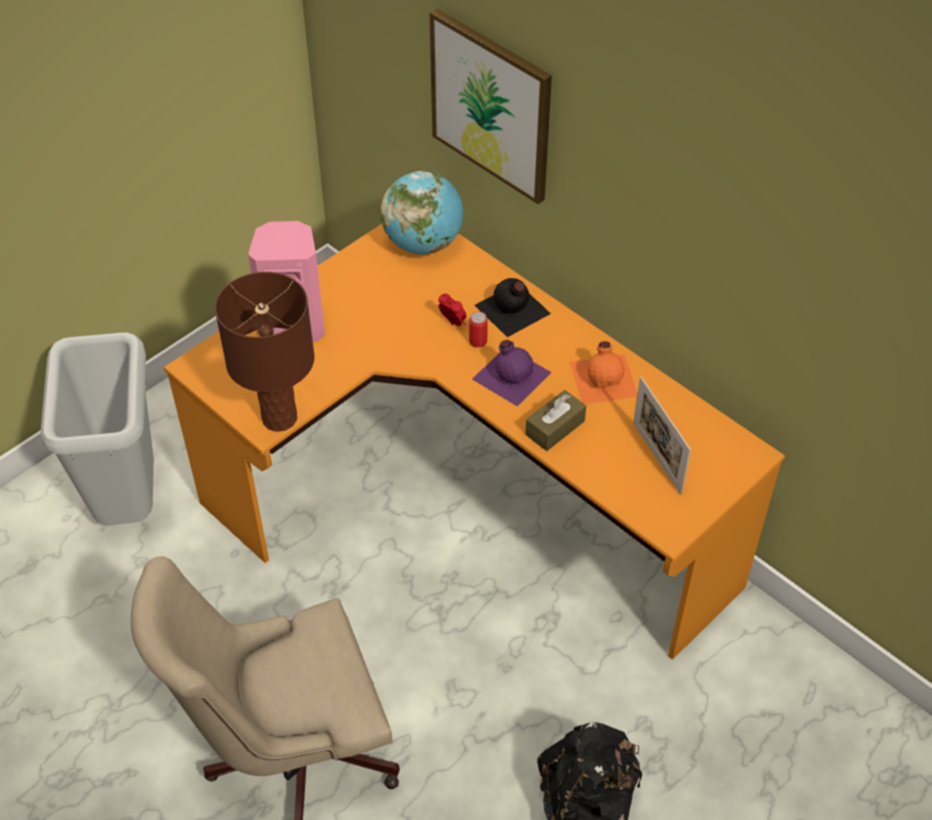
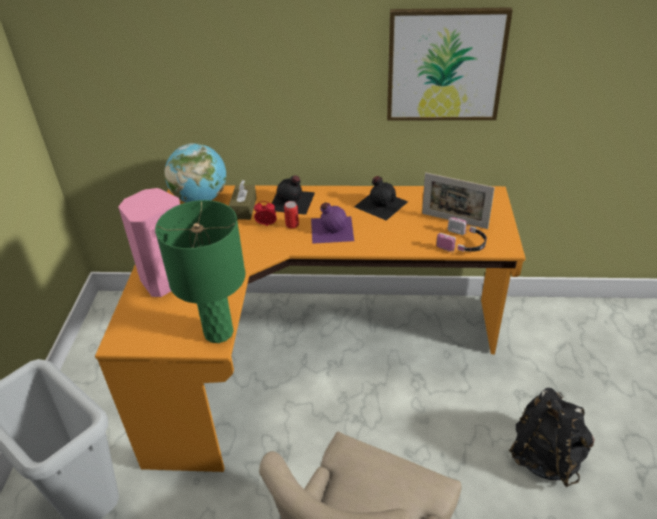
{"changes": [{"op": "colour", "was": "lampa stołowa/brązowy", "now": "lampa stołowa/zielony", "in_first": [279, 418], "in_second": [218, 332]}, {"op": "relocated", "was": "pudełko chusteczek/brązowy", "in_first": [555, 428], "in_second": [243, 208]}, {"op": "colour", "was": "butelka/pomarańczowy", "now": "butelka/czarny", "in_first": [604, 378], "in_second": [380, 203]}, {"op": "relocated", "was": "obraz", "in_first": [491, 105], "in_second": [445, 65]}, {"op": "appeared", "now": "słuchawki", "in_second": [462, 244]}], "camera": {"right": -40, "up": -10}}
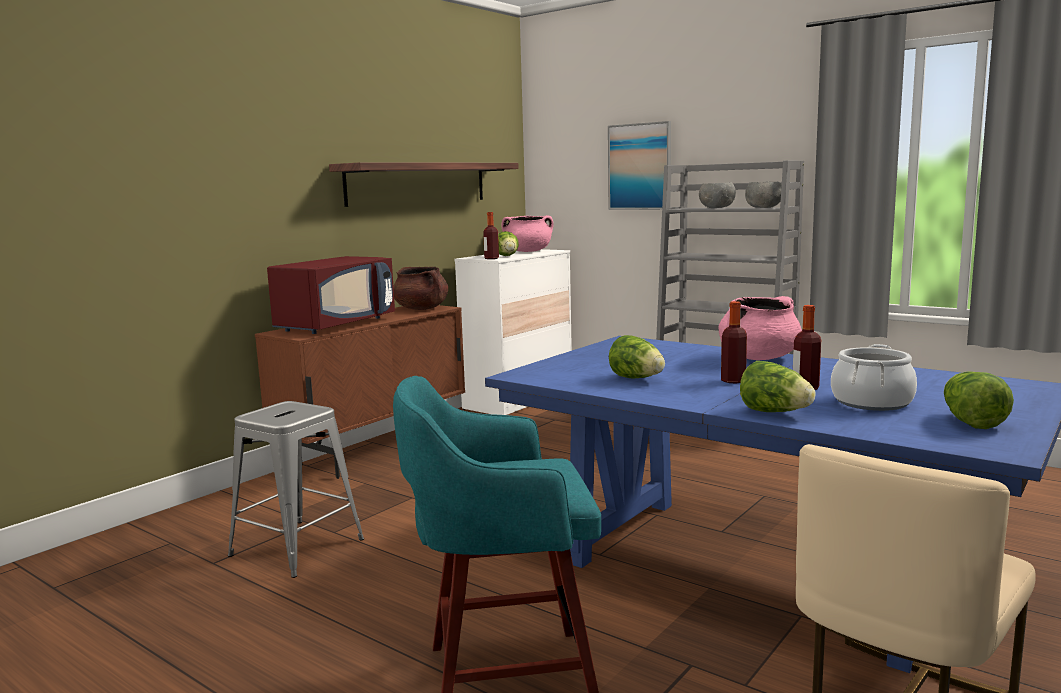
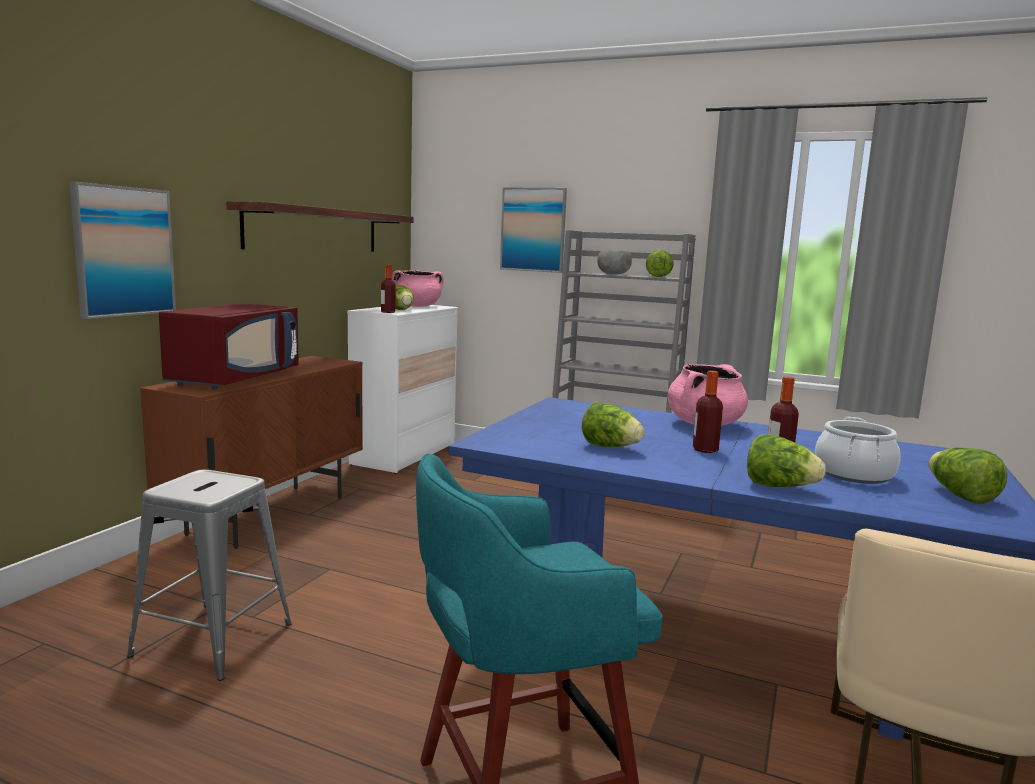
{"changes": [{"op": "appeared", "now": "obraz", "in_second": [124, 251]}, {"op": "exchanged", "was": "miska/szary", "now": "sałata", "in_first": [763, 208], "in_second": [658, 276]}, {"op": "missing", "was": "garnek/brązowy", "in_first": [421, 309]}], "camera": {"right": -15, "up": 0}}
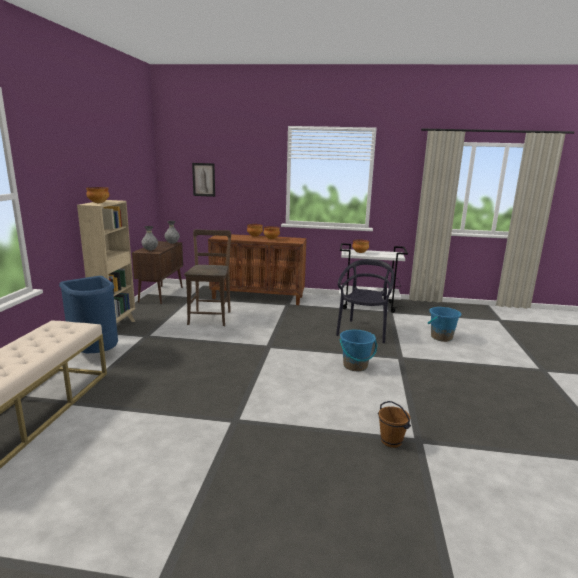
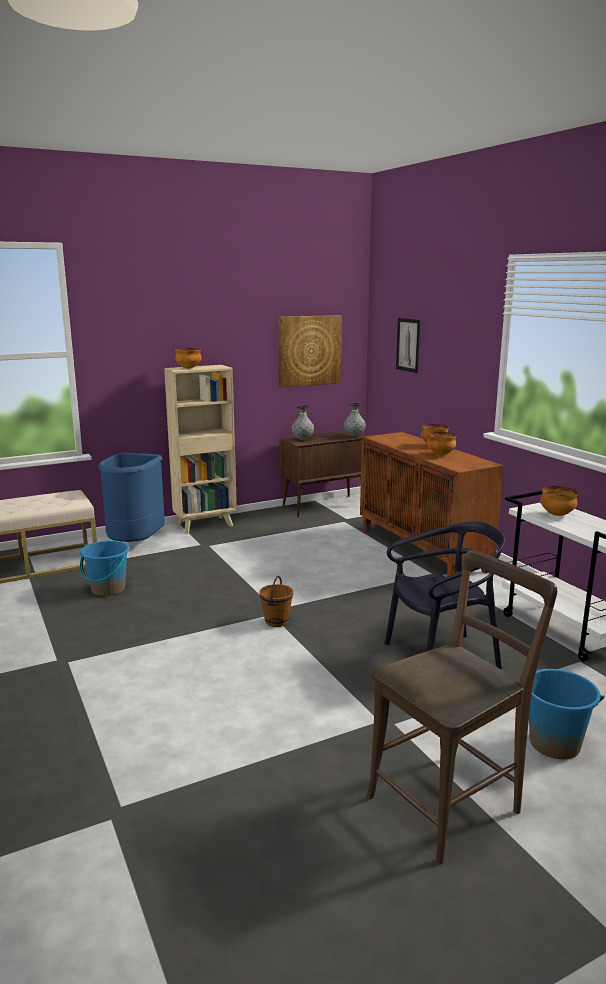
{"changes": [{"op": "relocated", "was": "wiadro/niebieski", "in_first": [355, 366], "in_second": [108, 589]}, {"op": "relocated", "was": "wiadro/brązowy", "in_first": [391, 441], "in_second": [277, 622]}, {"op": "appeared", "now": "obraz", "in_second": [309, 350]}, {"op": "relocated", "was": "krzesło/brązowy", "in_first": [210, 317], "in_second": [450, 801]}], "camera": {"right": 55, "up": 0}}
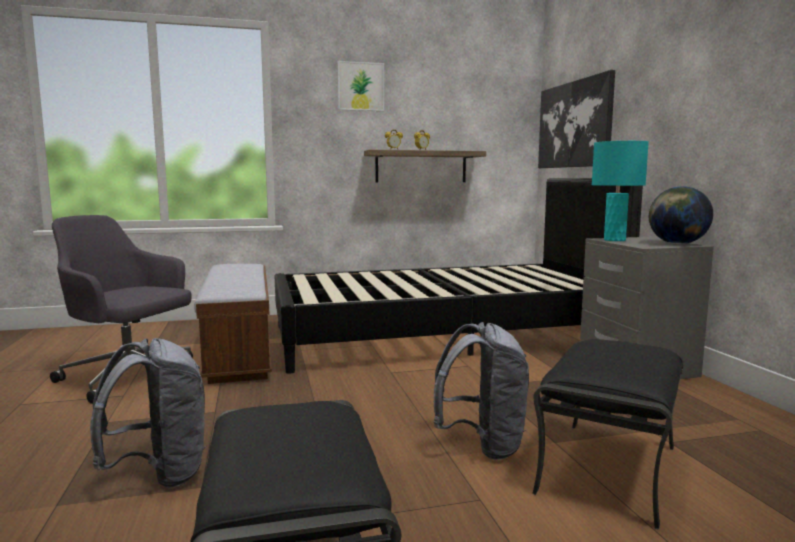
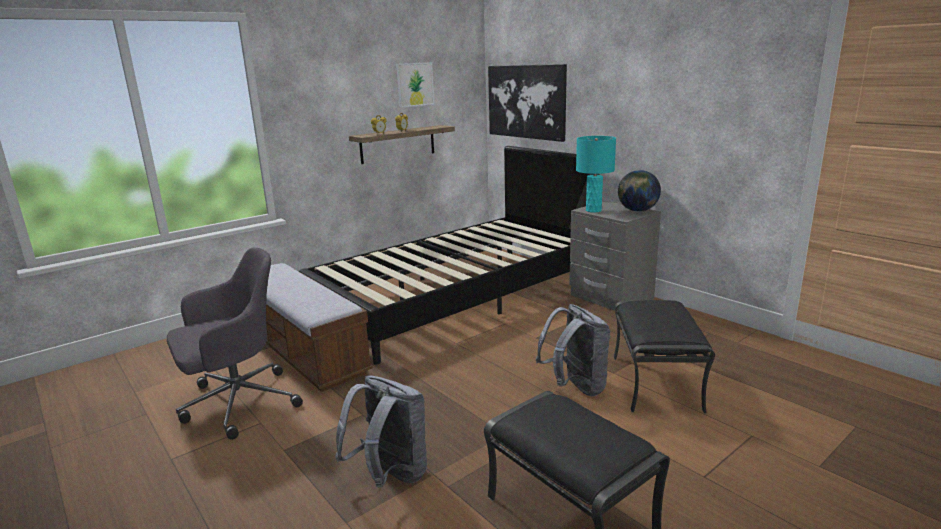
{"changes": [{"op": "spun", "was": "krzesło biurowe/szary", "in_first": [130, 376], "in_second": [237, 403], "clockwise": 150}, {"op": "relocated", "was": "obraz", "in_first": [360, 86], "in_second": [415, 84]}], "camera": {"right": -25, "up": 10}}
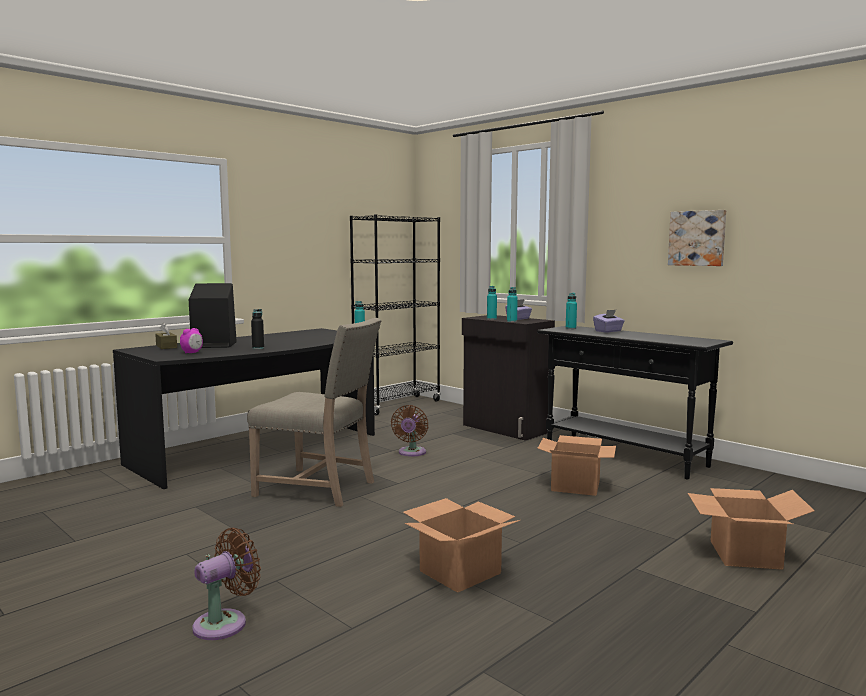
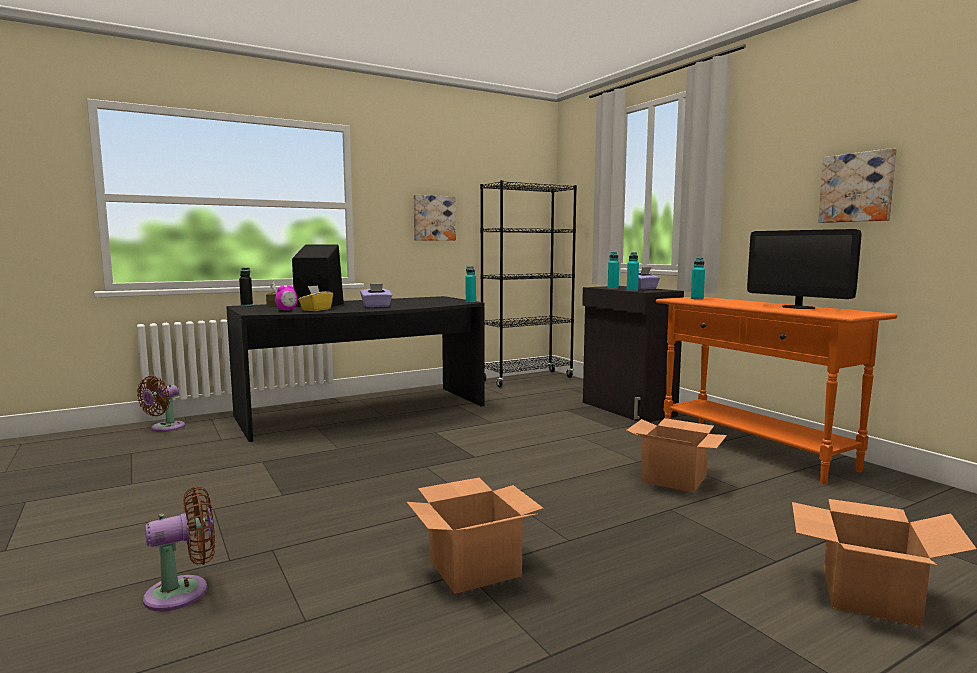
{"changes": [{"op": "relocated", "was": "wentylator/brązowy", "in_first": [411, 453], "in_second": [164, 428]}, {"op": "relocated", "was": "butelka/czarny", "in_first": [258, 348], "in_second": [246, 305]}, {"op": "appeared", "now": "pudełko chusteczek/żółty", "in_second": [316, 310]}, {"op": "relocated", "was": "pudełko chusteczek/fioletowy", "in_first": [608, 331], "in_second": [376, 306]}, {"op": "appeared", "now": "obraz", "in_second": [433, 218]}, {"op": "colour", "was": "stolik konsolowy/czarny", "now": "stolik konsolowy/pomarańczowy", "in_first": [624, 455], "in_second": [753, 449]}, {"op": "appeared", "now": "monitor", "in_second": [798, 307]}, {"op": "missing", "was": "krzesło/beżowy", "in_first": [319, 488]}], "camera": {"right": 15, "up": 0}}
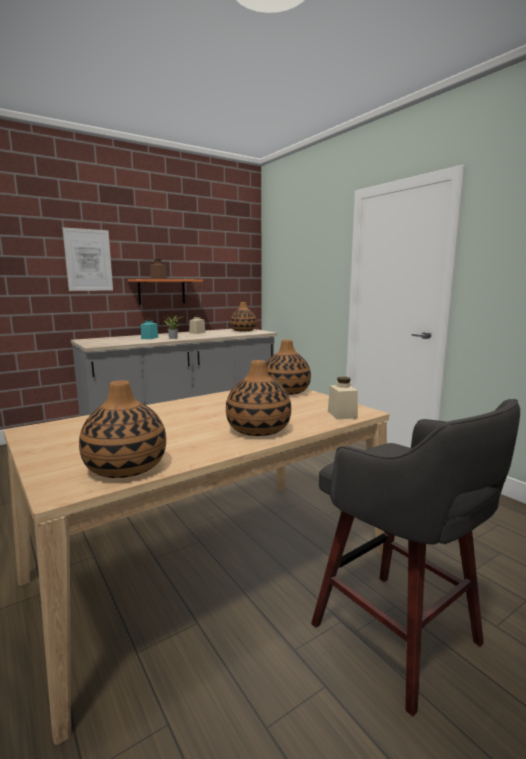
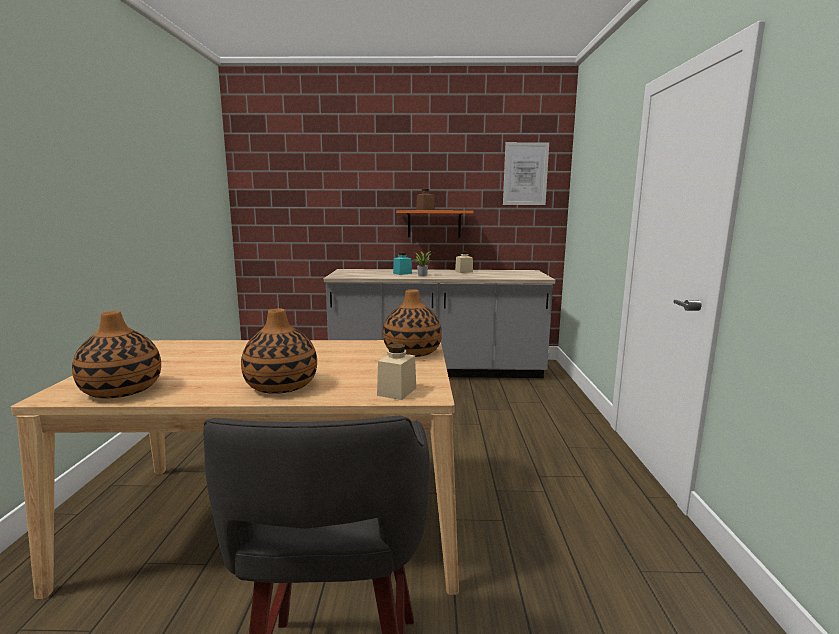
{"changes": [{"op": "relocated", "was": "obraz", "in_first": [88, 260], "in_second": [525, 174]}, {"op": "missing", "was": "wazon", "in_first": [243, 331]}], "camera": {"right": 35, "up": 0}}
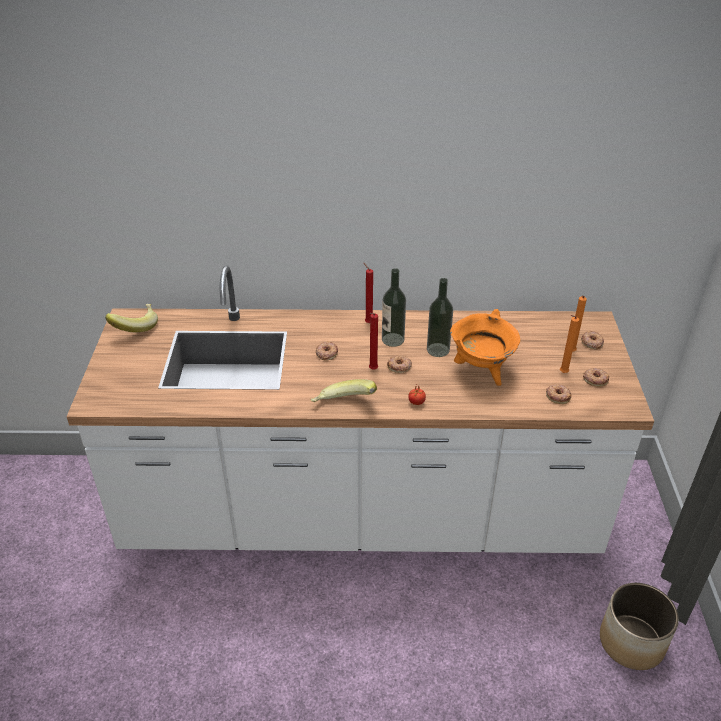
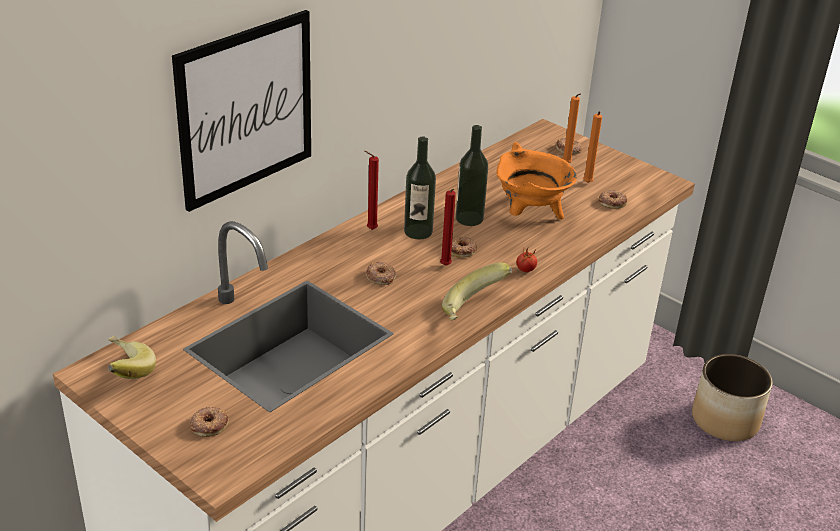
{"changes": [{"op": "appeared", "now": "obraz", "in_second": [246, 109]}, {"op": "relocated", "was": "donut", "in_first": [595, 379], "in_second": [209, 425]}], "camera": {"right": -50, "up": -5}}
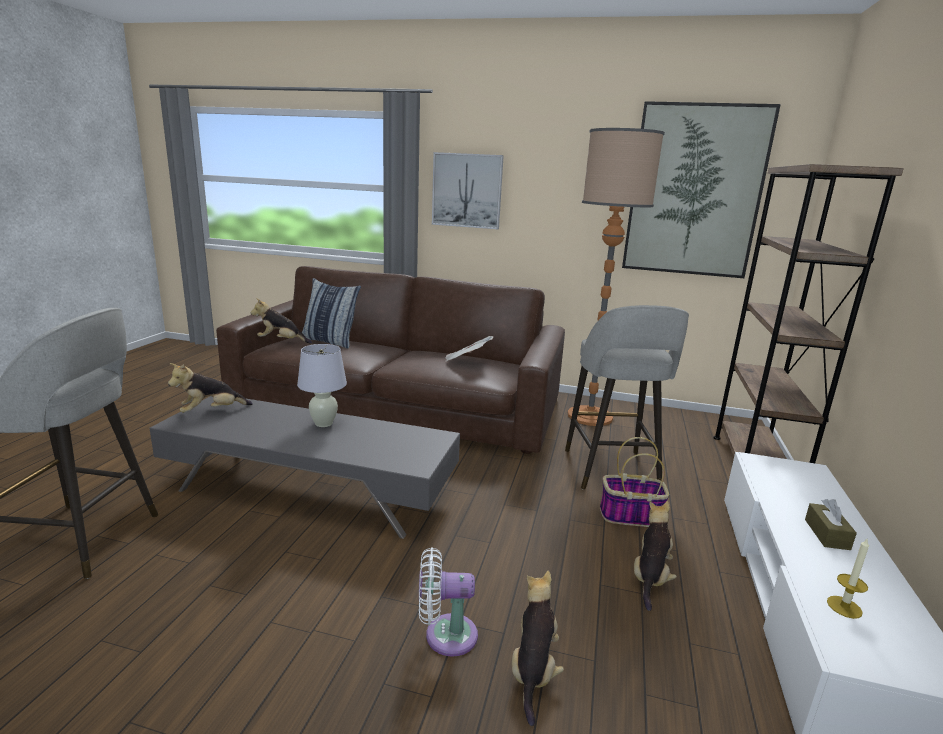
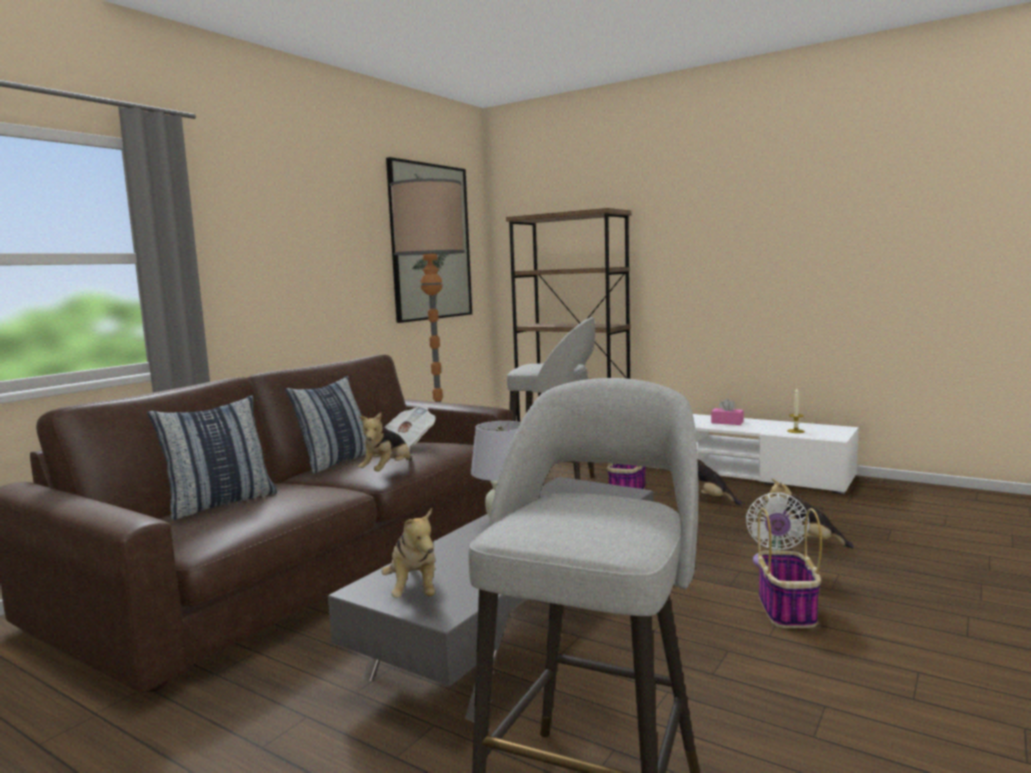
{"changes": [{"op": "appeared", "now": "poduszka", "in_second": [336, 461]}, {"op": "relocated", "was": "pluszak", "in_first": [281, 341], "in_second": [388, 471]}, {"op": "colour", "was": "pudełko chusteczek/brązowy", "now": "pudełko chusteczek/różowy", "in_first": [827, 534], "in_second": [727, 422]}, {"op": "appeared", "now": "koszyk", "in_second": [787, 610]}, {"op": "missing", "was": "obraz", "in_first": [467, 190]}], "camera": {"right": -70, "up": -10}}
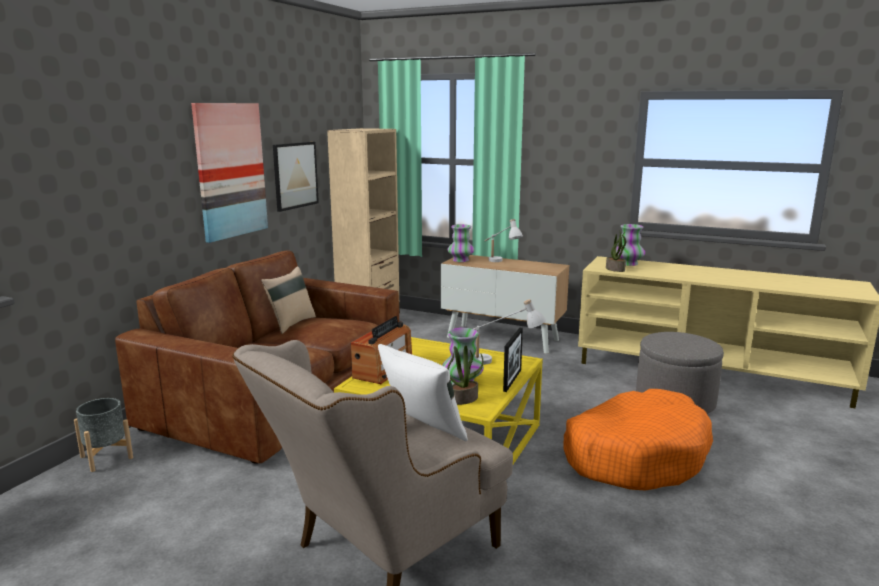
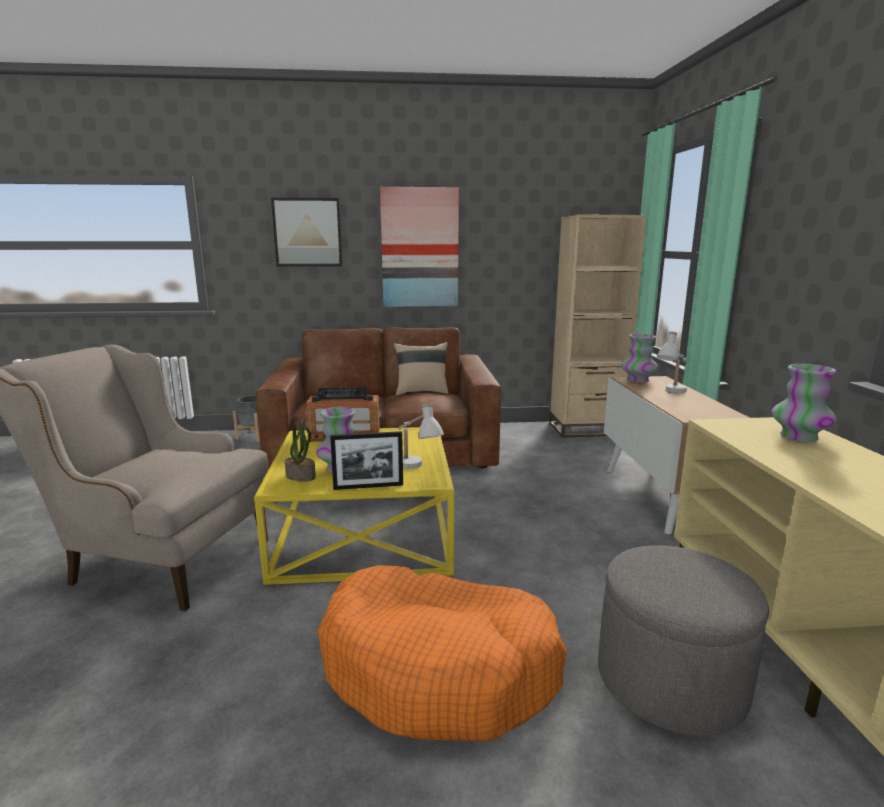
{"changes": [{"op": "relocated", "was": "obraz", "in_first": [295, 175], "in_second": [307, 232]}, {"op": "missing", "was": "poduszka/biały", "in_first": [422, 431]}, {"op": "missing", "was": "roślina doniczkowa", "in_first": [615, 269]}], "camera": {"right": 60, "up": 0}}
